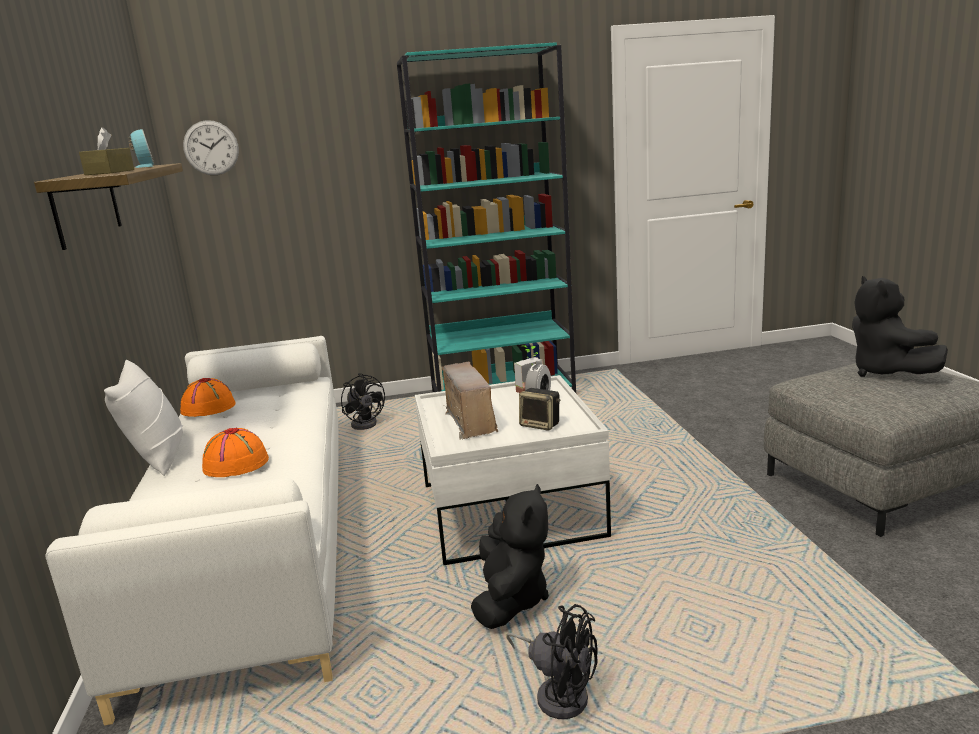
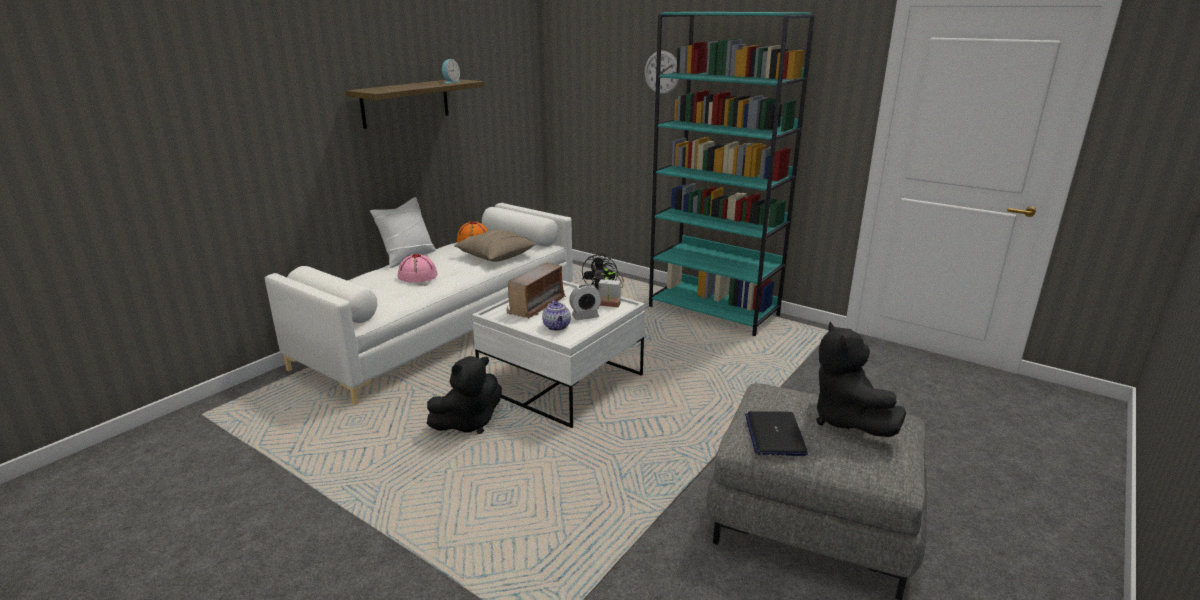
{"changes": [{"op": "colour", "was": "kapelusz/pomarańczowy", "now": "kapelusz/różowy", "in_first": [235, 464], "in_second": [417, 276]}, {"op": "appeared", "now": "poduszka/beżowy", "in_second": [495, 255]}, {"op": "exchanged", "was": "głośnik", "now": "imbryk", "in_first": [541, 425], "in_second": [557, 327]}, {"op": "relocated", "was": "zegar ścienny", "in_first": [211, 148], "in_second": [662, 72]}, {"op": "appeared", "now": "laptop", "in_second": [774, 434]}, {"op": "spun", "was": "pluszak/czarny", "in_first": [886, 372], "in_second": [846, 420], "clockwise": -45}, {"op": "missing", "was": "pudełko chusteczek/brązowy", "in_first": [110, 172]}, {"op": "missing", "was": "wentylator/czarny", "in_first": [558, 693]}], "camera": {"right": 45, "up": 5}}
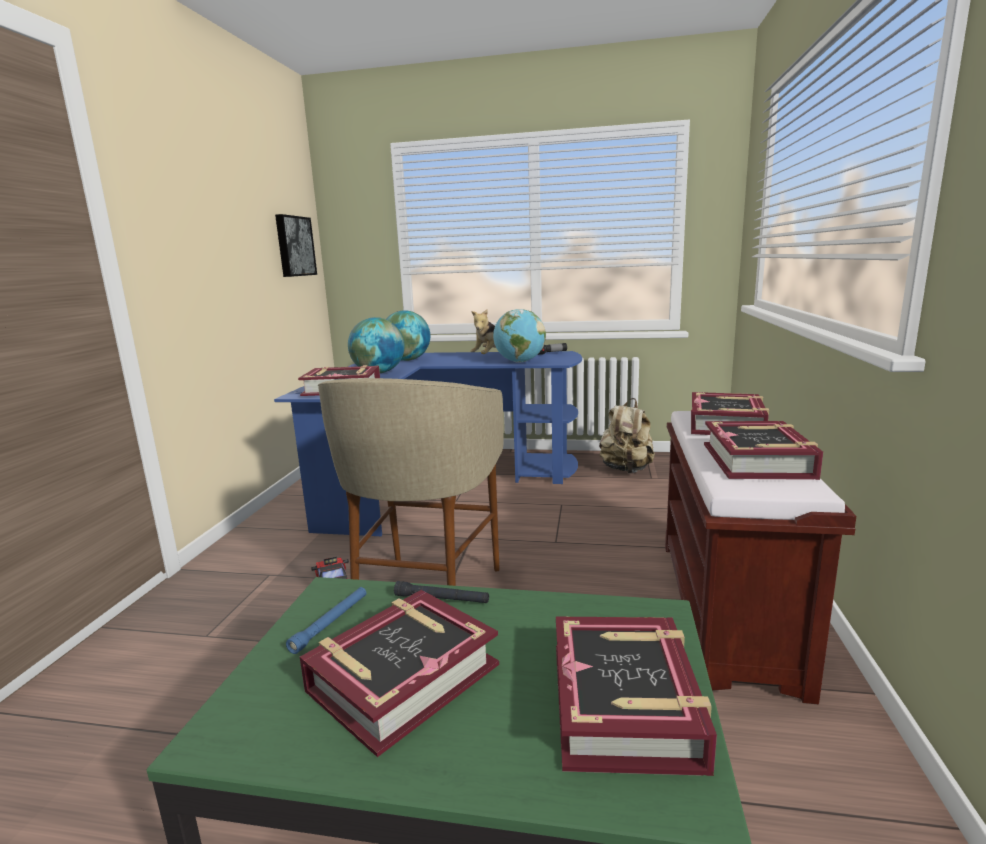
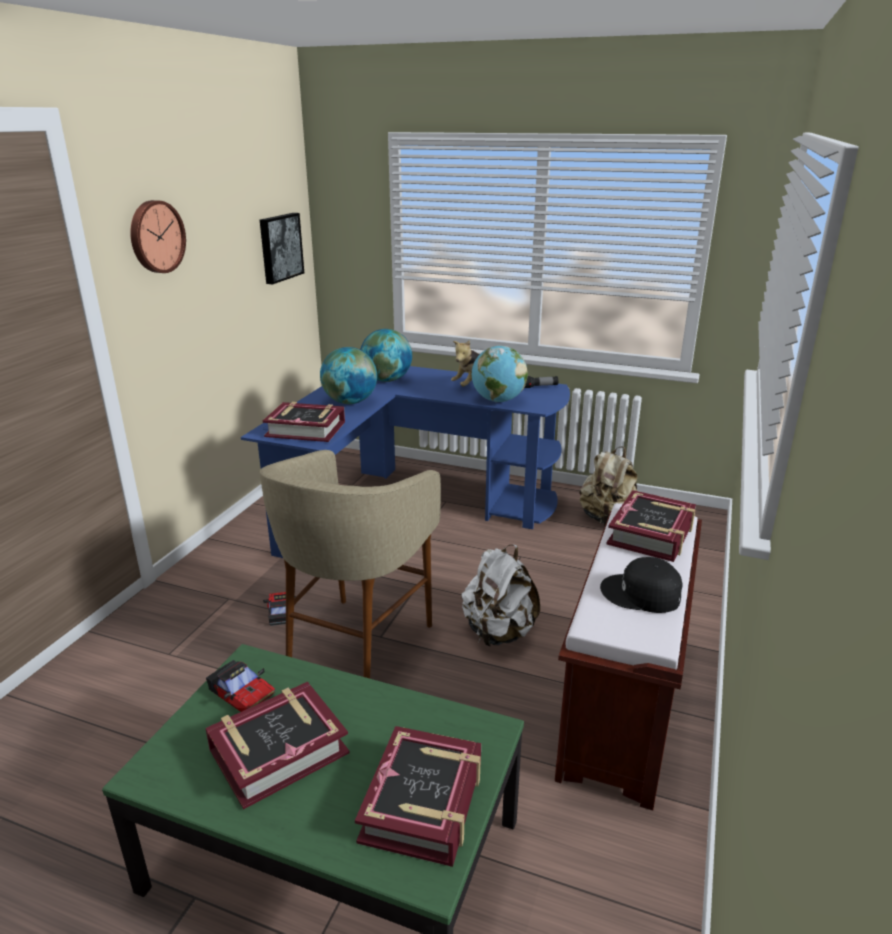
{"changes": [{"op": "appeared", "now": "zegar ścienny", "in_second": [155, 237]}, {"op": "exchanged", "was": "latarka/niebieski", "now": "samochodzik", "in_first": [331, 623], "in_second": [241, 693]}, {"op": "appeared", "now": "plecak/biały", "in_second": [498, 633]}, {"op": "exchanged", "was": "książka", "now": "czapka z daszkiem/czarny", "in_first": [758, 461], "in_second": [641, 594]}, {"op": "missing", "was": "latarka/czarny", "in_first": [441, 599]}], "camera": {"right": 10, "up": 10}}
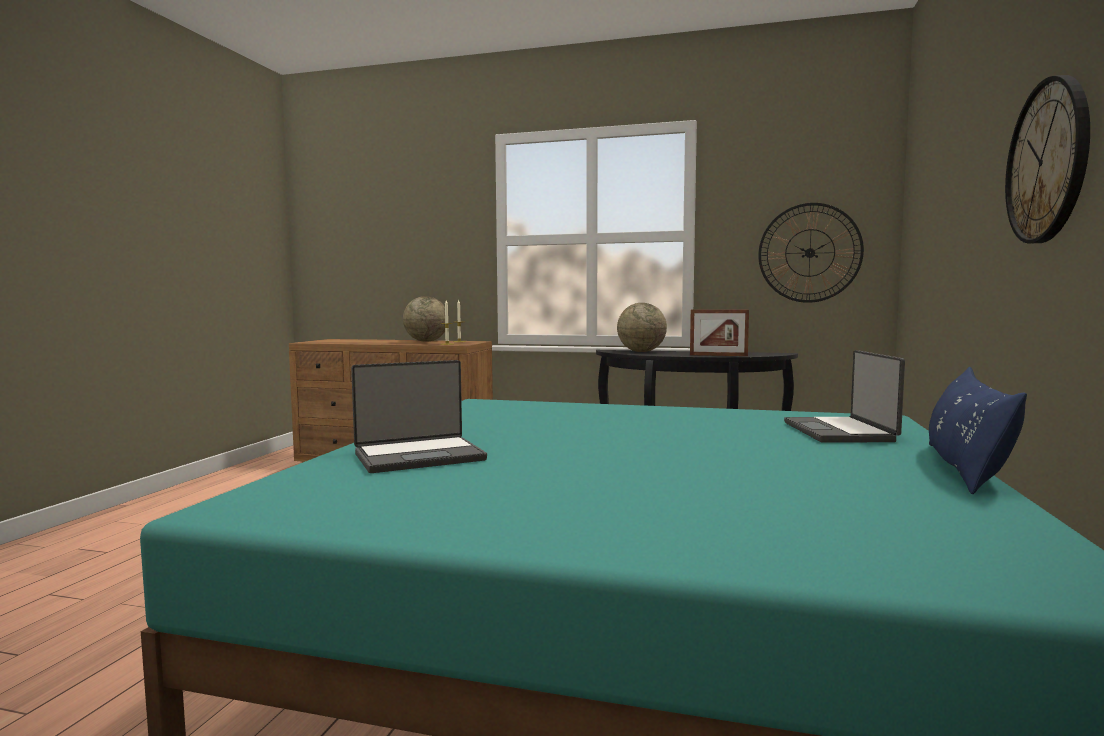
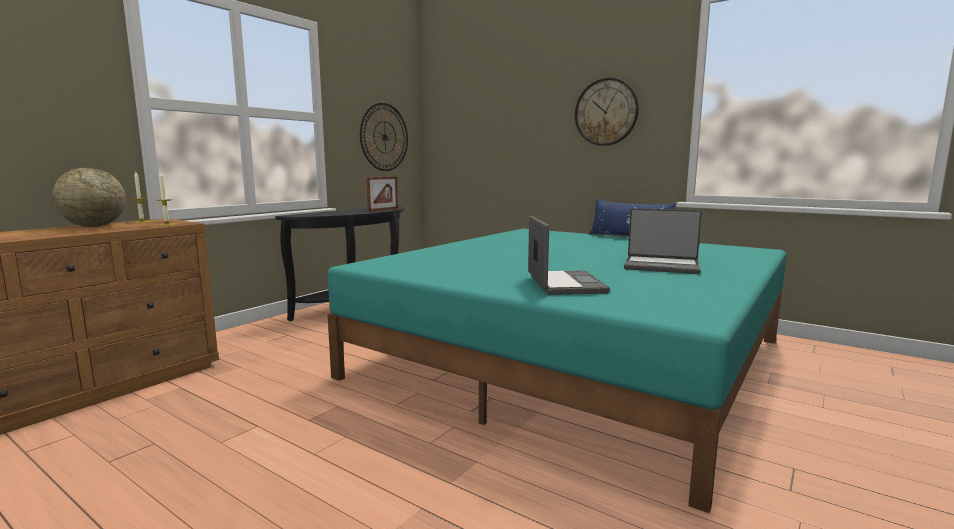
{"changes": [{"op": "relocated", "was": "laptop", "in_first": [840, 432], "in_second": [661, 266]}, {"op": "missing", "was": "globus", "in_first": [641, 351]}], "camera": {"right": -70, "up": 5}}
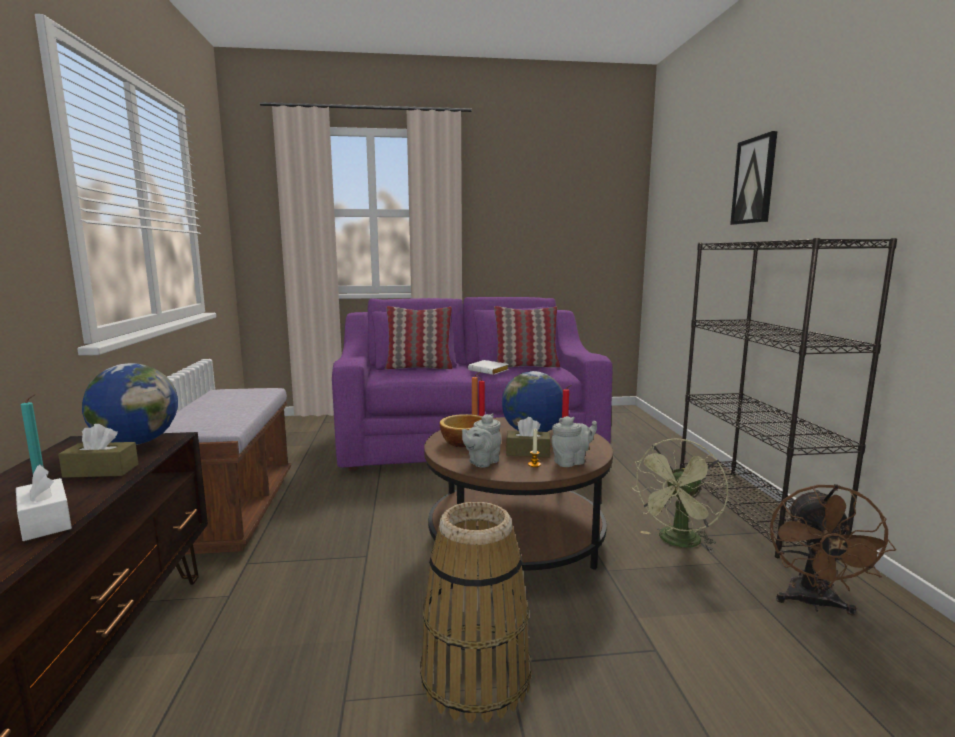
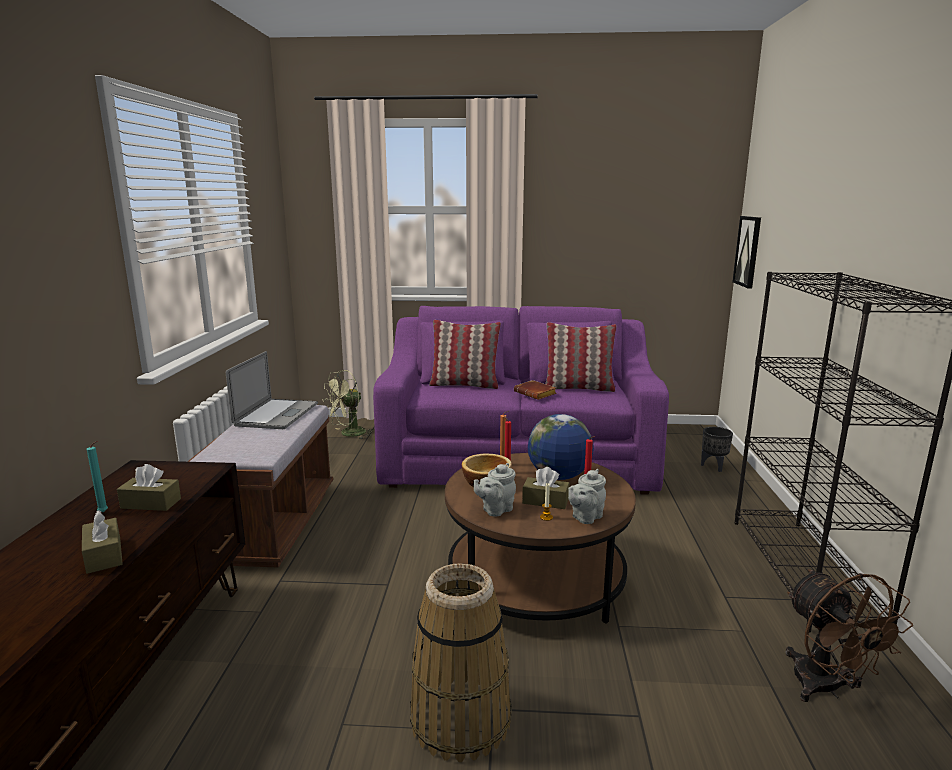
{"changes": [{"op": "colour", "was": "pudełko chusteczek/biały", "now": "pudełko chusteczek/brązowy", "in_first": [45, 522], "in_second": [104, 555]}, {"op": "appeared", "now": "laptop", "in_second": [276, 414]}, {"op": "relocated", "was": "wentylator/zielony", "in_first": [677, 542], "in_second": [348, 434]}, {"op": "colour", "was": "książka/biały", "now": "książka/brązowy", "in_first": [489, 371], "in_second": [536, 394]}, {"op": "spun", "was": "imbryk/szary", "in_first": [571, 462], "in_second": [585, 517], "clockwise": 150}, {"op": "appeared", "now": "donica/czarny", "in_second": [714, 466]}, {"op": "relocated", "was": "obraz", "in_first": [754, 181], "in_second": [748, 251]}, {"op": "spun", "was": "wentylator/brązowy", "in_first": [813, 604], "in_second": [826, 688], "clockwise": -45}, {"op": "missing", "was": "globus", "in_first": [136, 443]}], "camera": {"right": 10, "up": 5}}
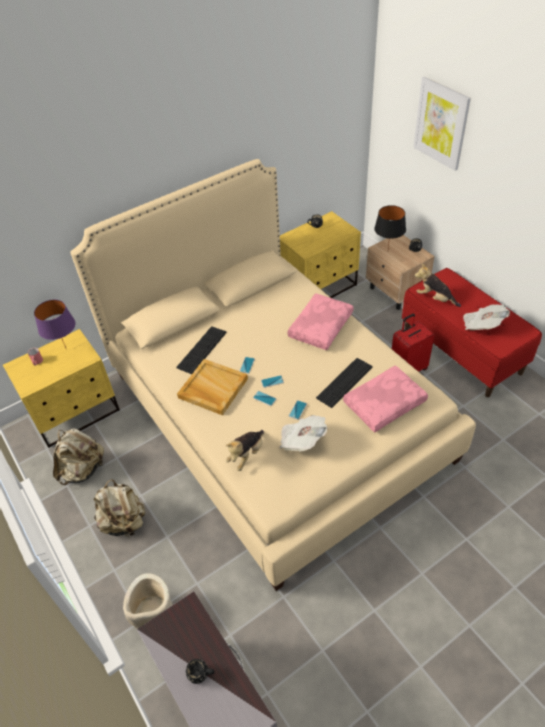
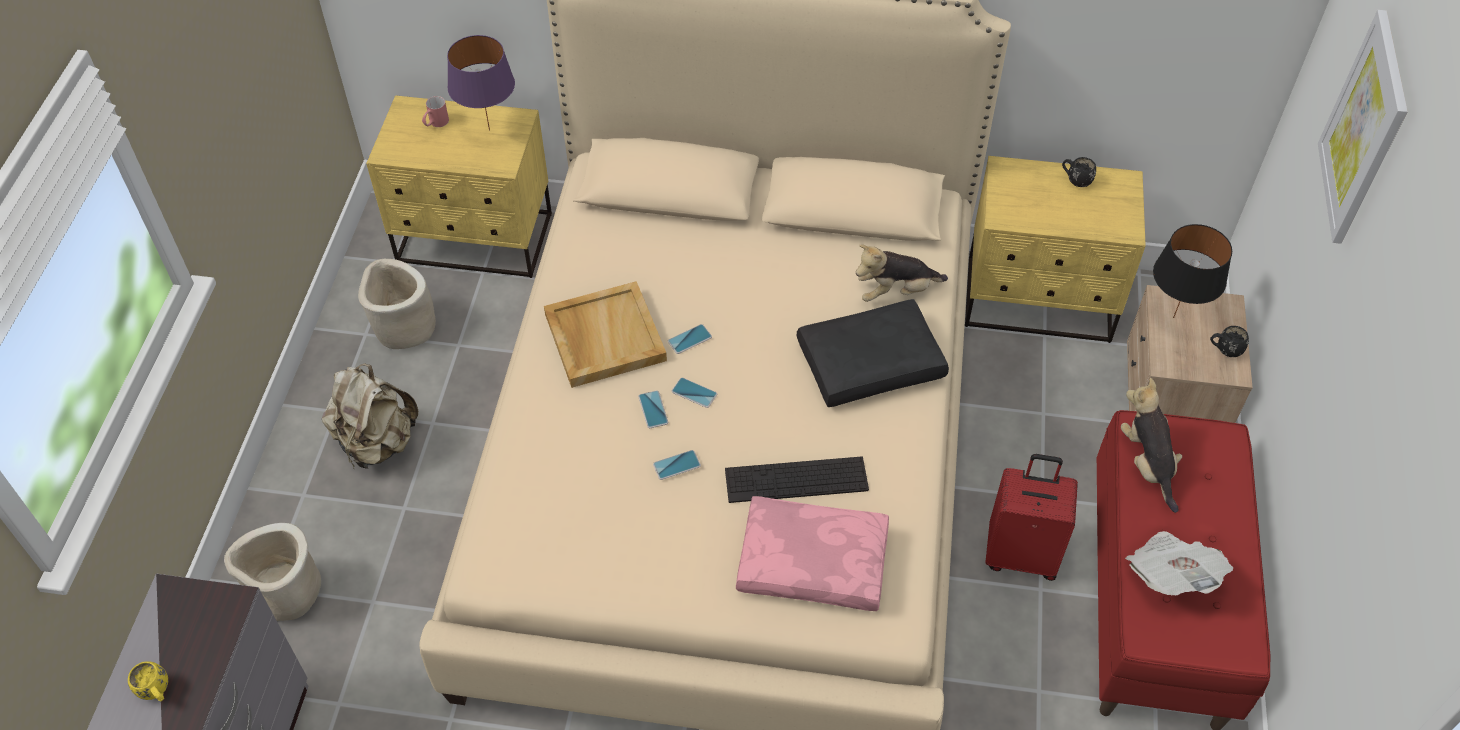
{"changes": [{"op": "colour", "was": "kubek/czarny", "now": "kubek/żółty", "in_first": [202, 674], "in_second": [157, 692]}, {"op": "exchanged", "was": "plecak/beżowy", "now": "donica/beżowy", "in_first": [83, 469], "in_second": [404, 327]}, {"op": "colour", "was": "poduszka/różowy", "now": "poduszka/czarny", "in_first": [320, 326], "in_second": [870, 361]}, {"op": "relocated", "was": "pluszak", "in_first": [246, 455], "in_second": [895, 292]}, {"op": "missing", "was": "klawiatura", "in_first": [202, 349]}, {"op": "missing", "was": "gazeta", "in_first": [302, 440]}], "camera": {"right": 40, "up": 5}}
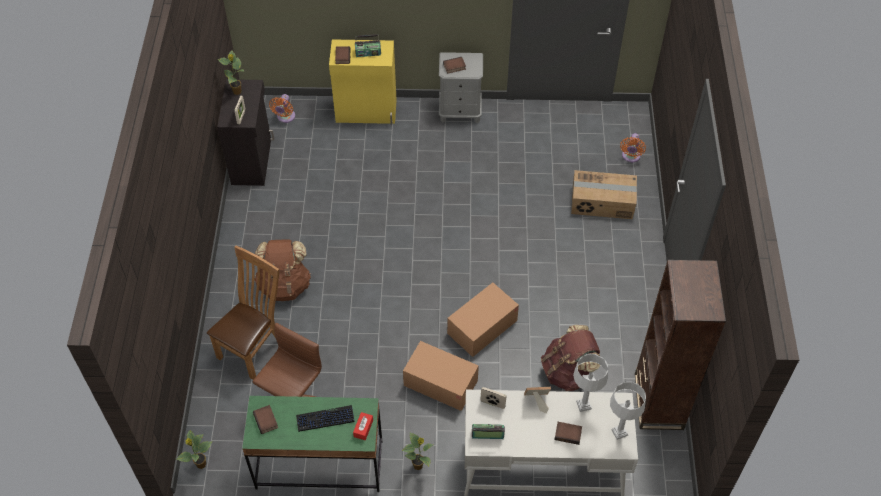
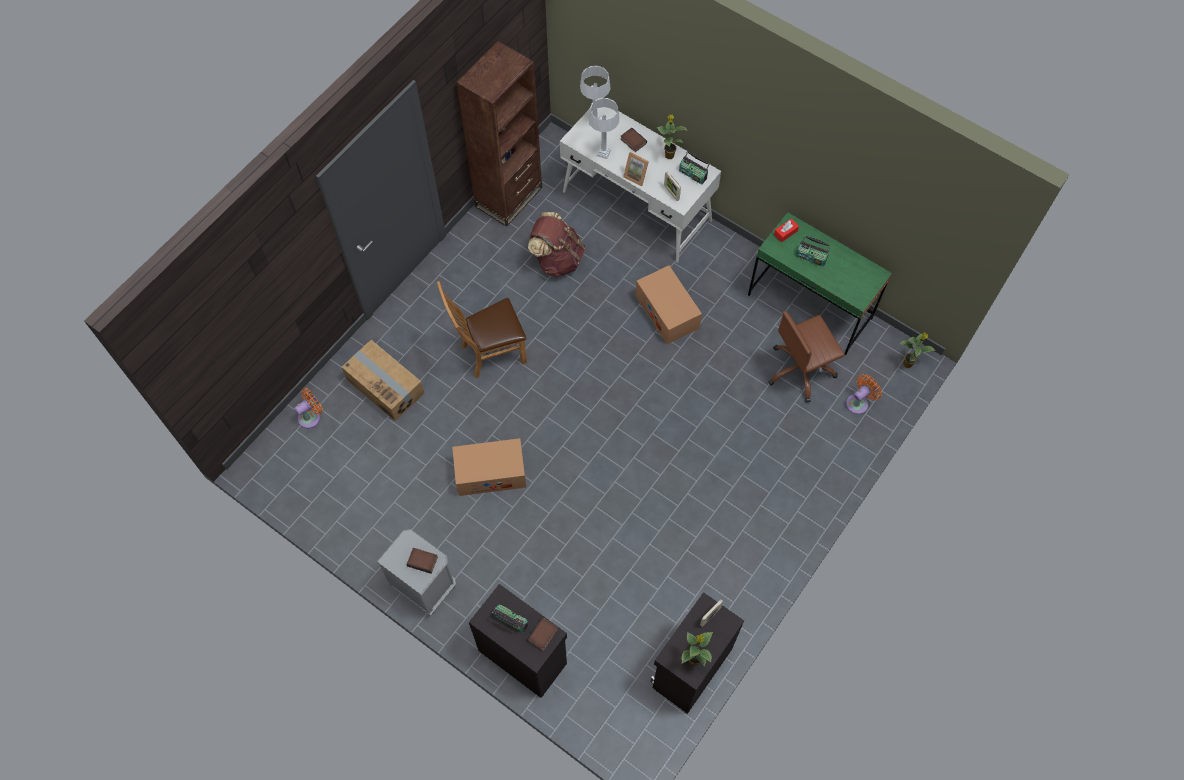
{"changes": [{"op": "relocated", "was": "krzesło/brązowy", "in_first": [253, 347], "in_second": [489, 353]}, {"op": "relocated", "was": "karton", "in_first": [482, 327], "in_second": [490, 473]}, {"op": "colour", "was": "szafka/żółty", "now": "szafka/czarny", "in_first": [366, 112], "in_second": [523, 655]}, {"op": "relocated", "was": "roślina doniczkowa", "in_first": [418, 465], "in_second": [669, 155]}, {"op": "exchanged", "was": "klawiatura", "now": "radio", "in_first": [325, 419], "in_second": [811, 257]}, {"op": "relocated", "was": "wentylator/pomarańczowy", "in_first": [285, 117], "in_second": [859, 402]}, {"op": "missing", "was": "książka", "in_first": [266, 421]}, {"op": "missing", "was": "plecak/brązowy", "in_first": [284, 285]}], "camera": {"right": -145, "up": 10}}
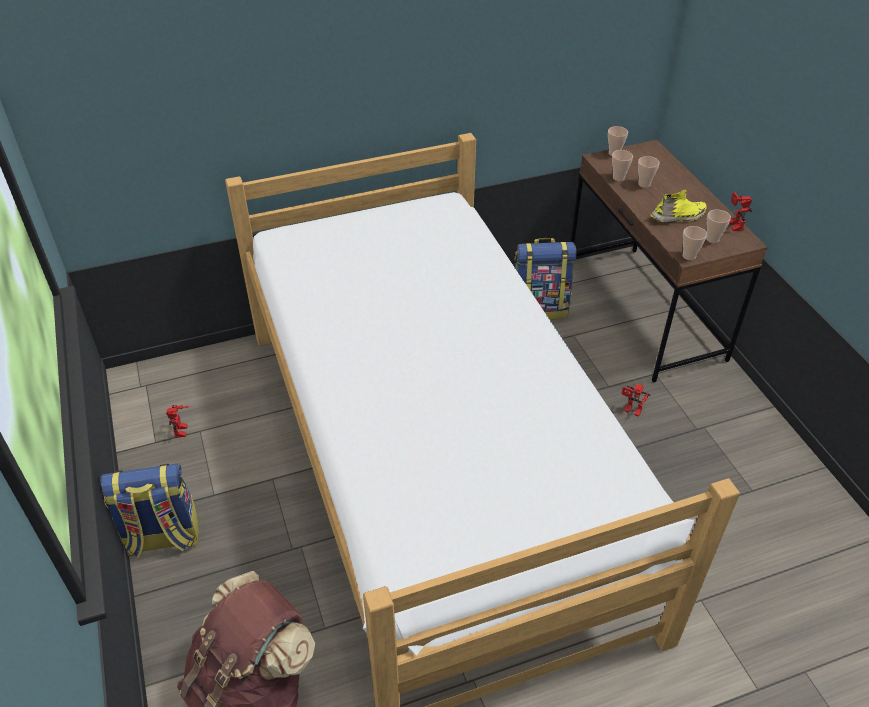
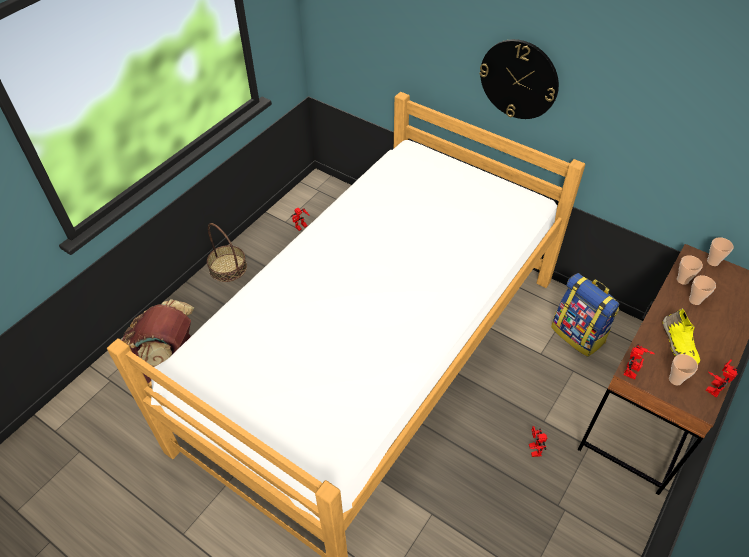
{"changes": [{"op": "exchanged", "was": "plecak", "now": "koszyk", "in_first": [162, 537], "in_second": [228, 267]}, {"op": "appeared", "now": "zegar ścienny", "in_second": [519, 79]}, {"op": "exchanged", "was": "filiżanka", "now": "robot zabawkowy", "in_first": [689, 256], "in_second": [633, 373]}, {"op": "spun", "was": "but/żółty", "in_first": [678, 217], "in_second": [678, 343], "clockwise": 45}], "camera": {"right": 55, "up": 5}}
